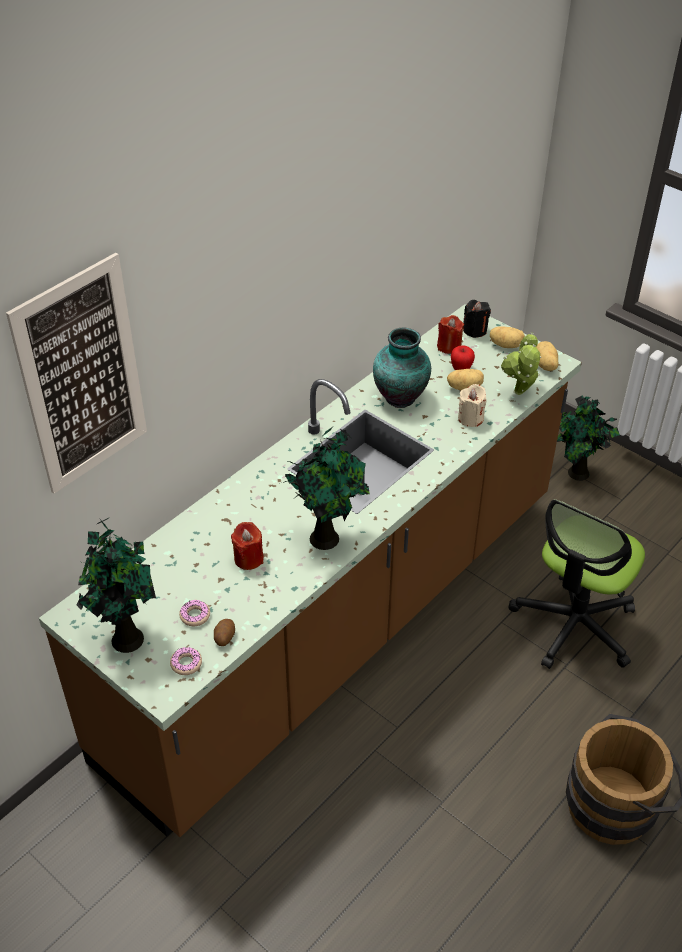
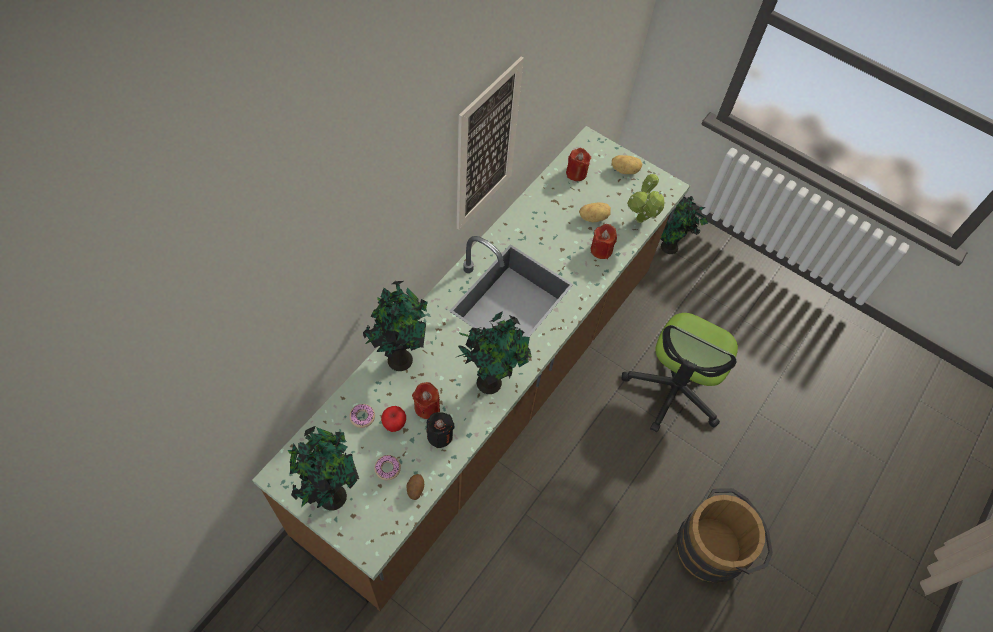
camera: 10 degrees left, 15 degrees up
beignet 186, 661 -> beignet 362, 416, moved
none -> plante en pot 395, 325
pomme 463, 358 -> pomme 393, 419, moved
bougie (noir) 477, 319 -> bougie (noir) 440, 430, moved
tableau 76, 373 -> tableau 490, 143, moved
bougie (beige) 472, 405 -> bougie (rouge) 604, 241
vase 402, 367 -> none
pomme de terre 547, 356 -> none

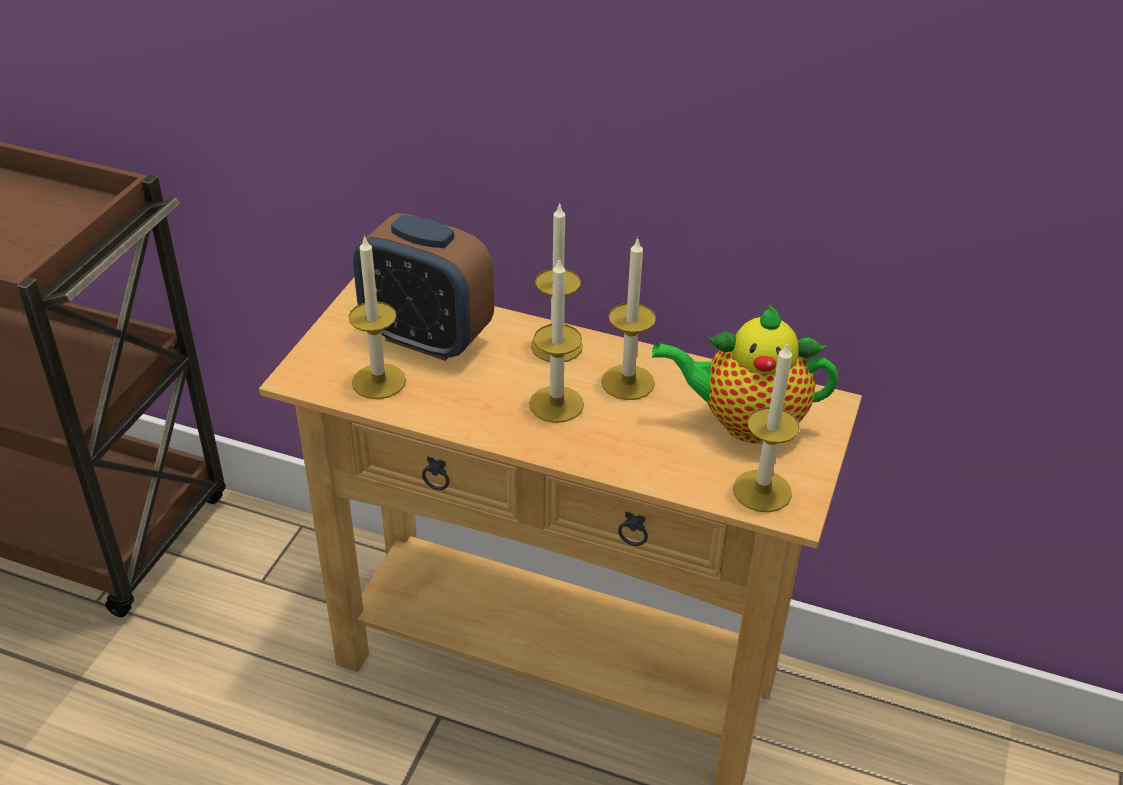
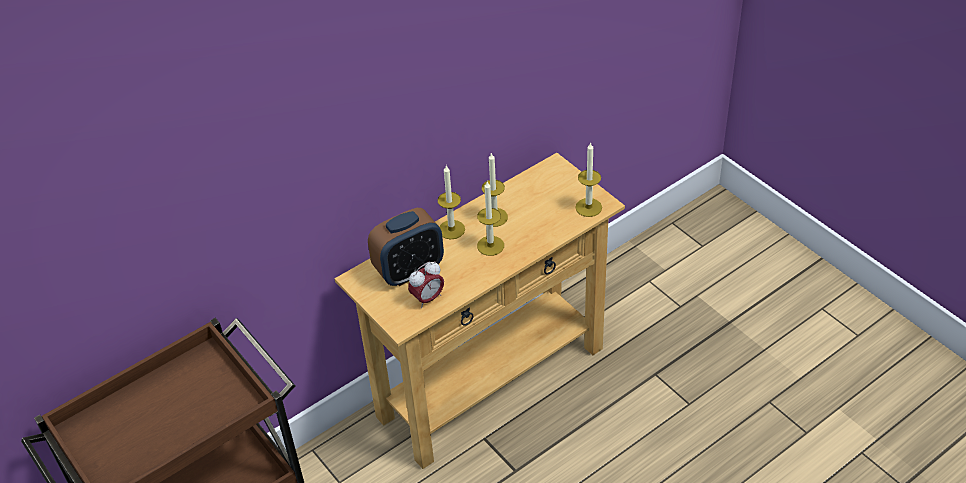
camera: 55 degrees left, 5 degrees up
bougie 377, 317 -> réveil 426, 284
théière 745, 373 -> none

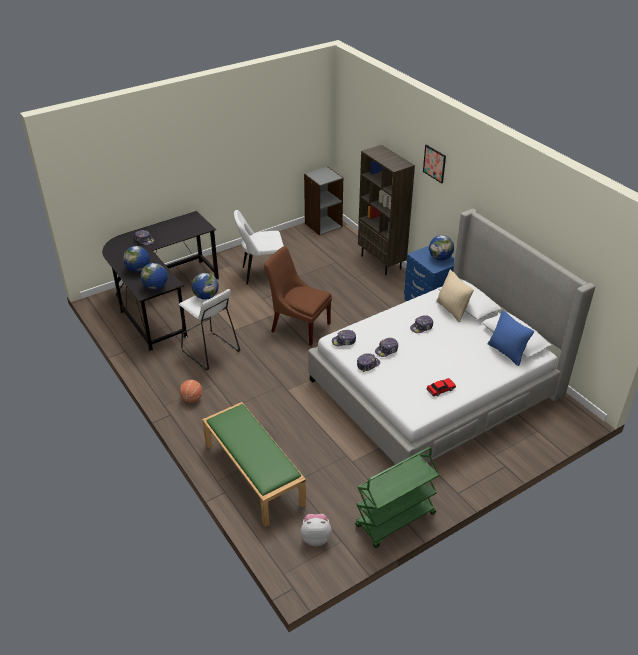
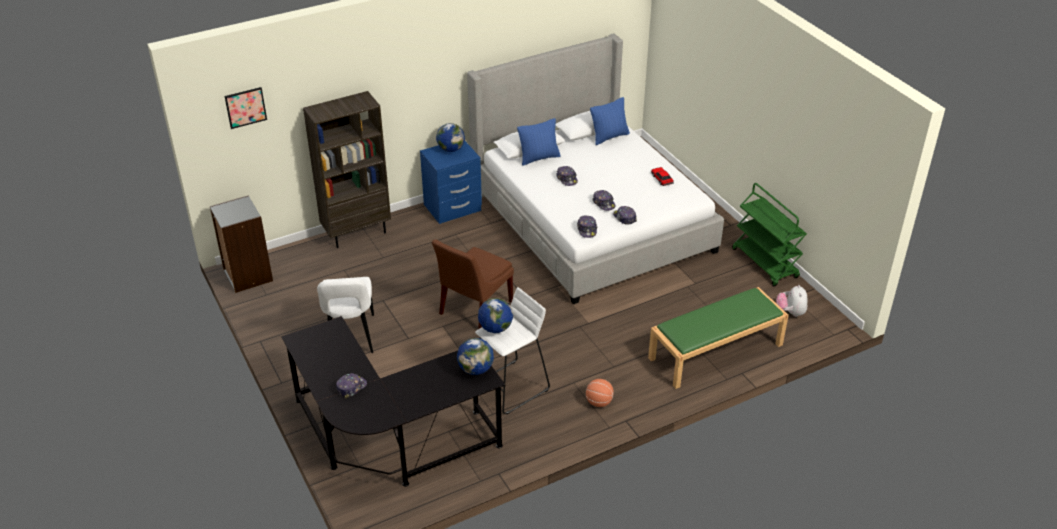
camera: 85 degrees left, 0 degrees up
tableau 434, 164 -> tableau 246, 108, moved
coussin (beige) 455, 296 -> coussin (bleu) 539, 142
globe 136, 259 -> none

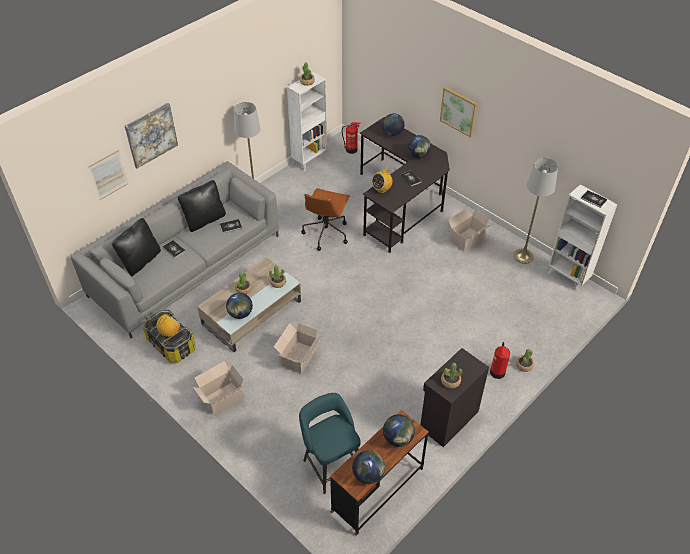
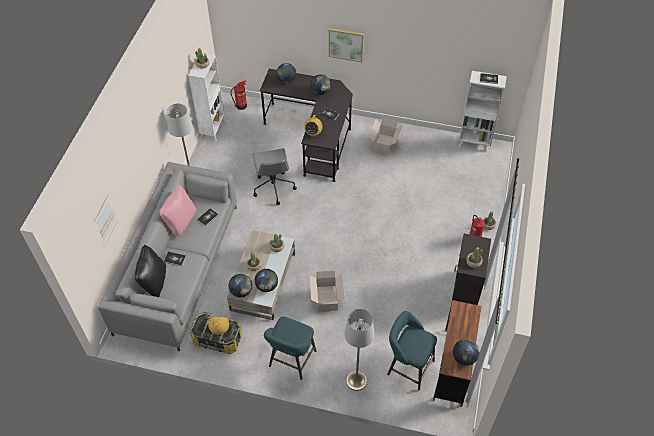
camera: 30 degrees left, 5 degrees up
coussin (noir) 202, 206 -> coussin (rose) 177, 211
globe 399, 430 -> globe 240, 286, moved
chaise de bureau (marron) 325, 219 -> chaise de bureau (gris) 274, 176
carton 218, 388 -> tabouret (turquoise) 290, 348
lampadaire (gris) 535, 211 -> lampadaire (gris) 359, 350, moved
tableau 151, 135 -> none

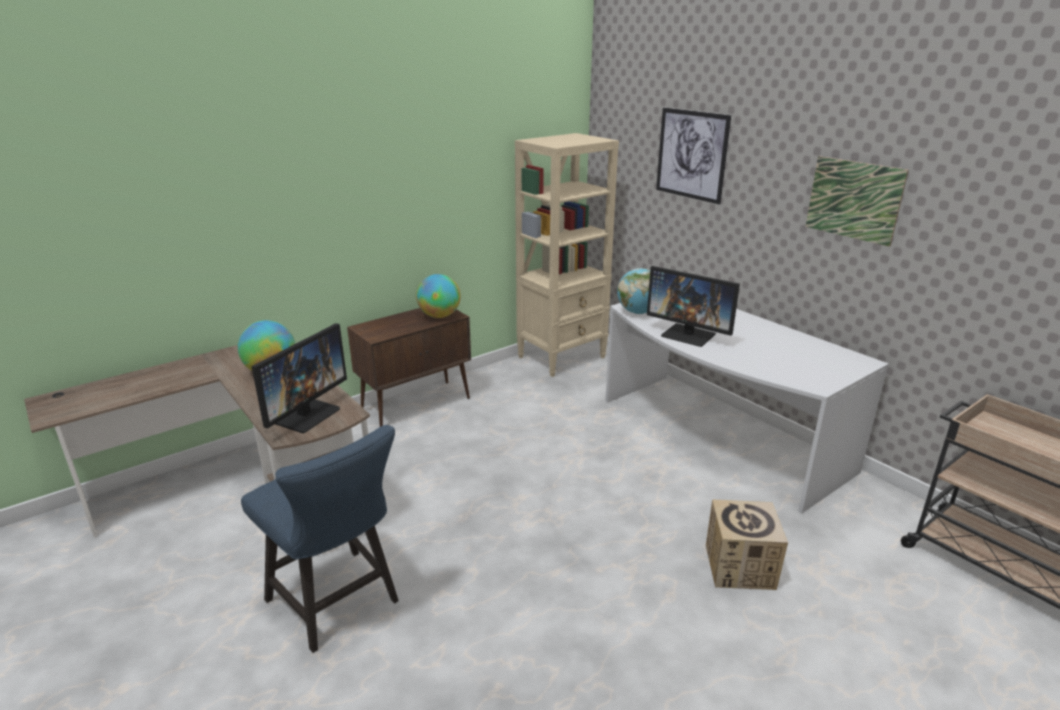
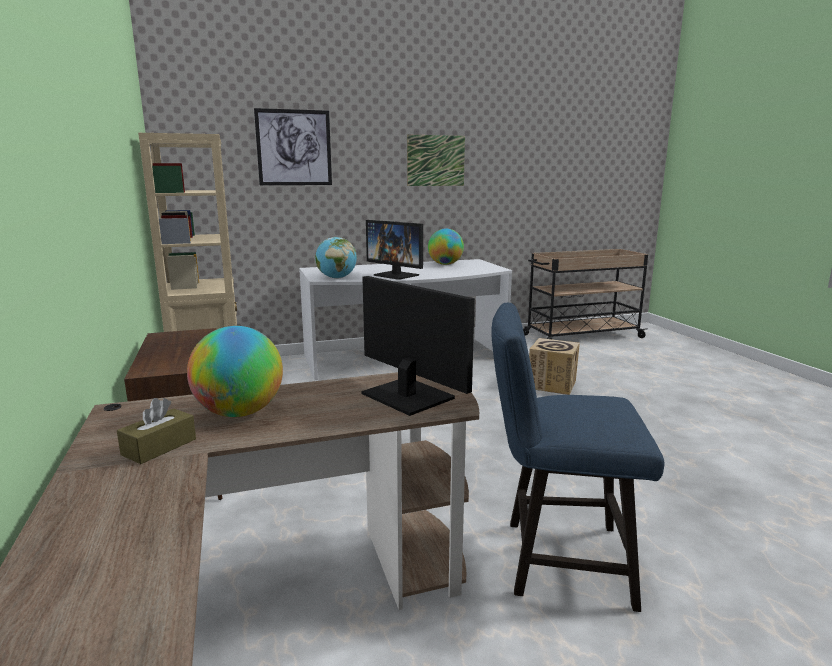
camera: 70 degrees left, 10 degrees down
none -> boîte à mouchoirs (marron) 156, 431
écran d'ordinateur 693, 306 -> écran d'ordinateur 394, 250, 75 degrees clockwise
globe 438, 296 -> globe 446, 247, moved
chaise (bleu) 320, 539 -> chaise (bleu) 578, 457, 150 degrees counterclockwise

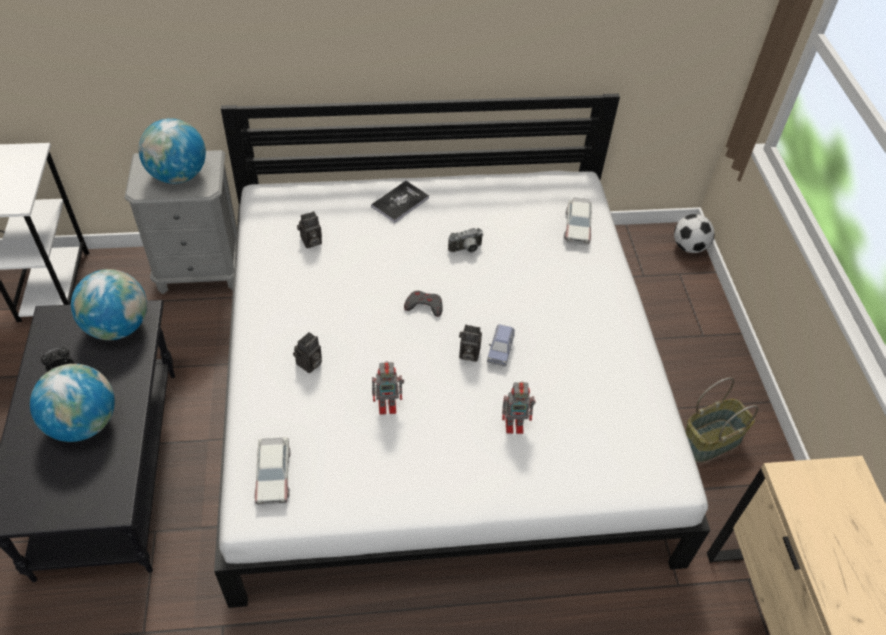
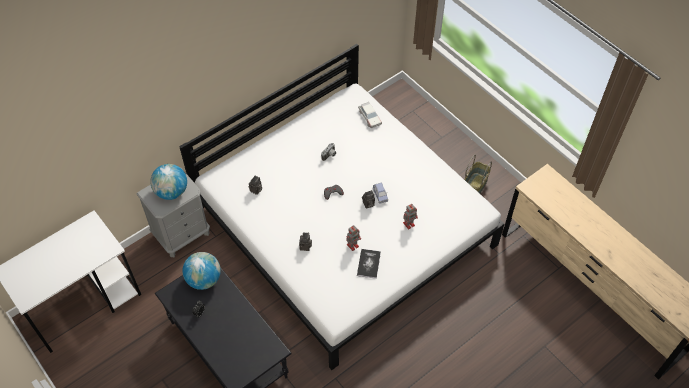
camera: 30 degrees left, 5 degrees up
livre 400, 202 -> livre 369, 264, moved
globe 72, 403 -> none
petite voiture 272, 471 -> none
ballon de foot 694, 233 -> none

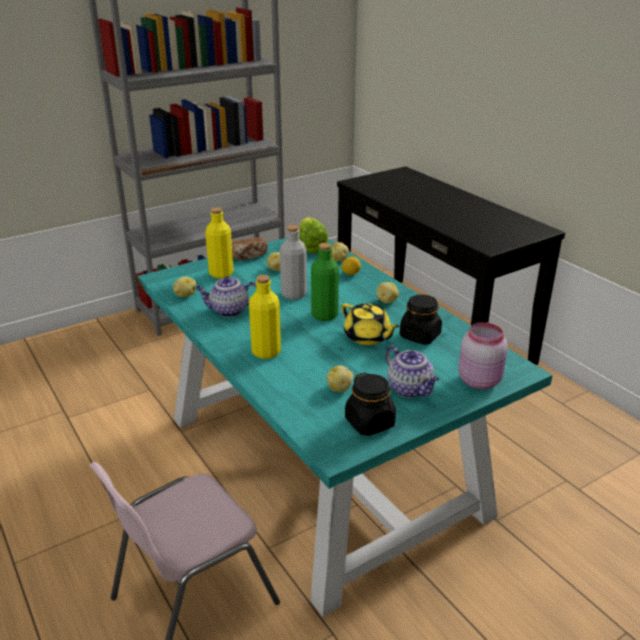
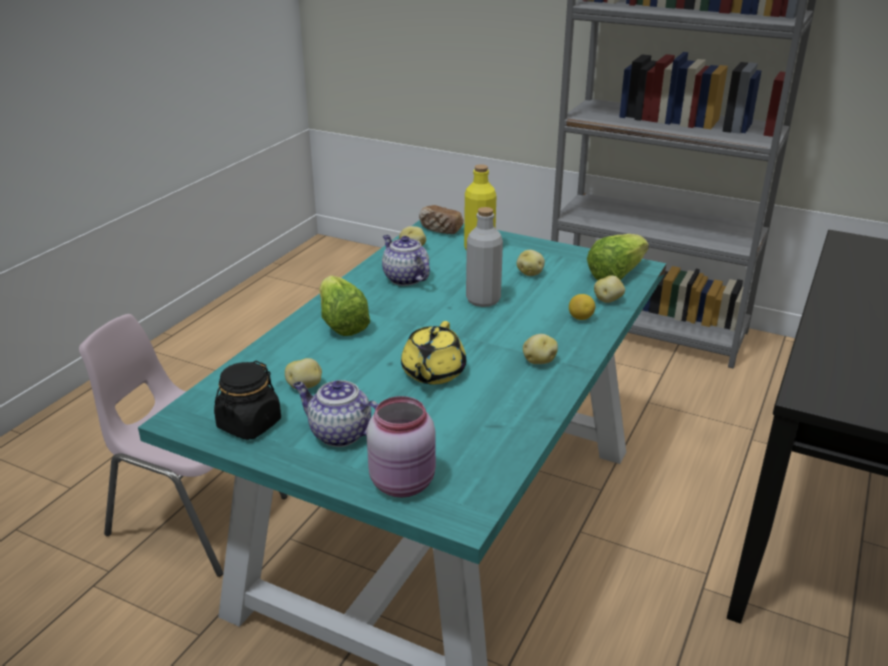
camera: 60 degrees right, 0 degrees up
théière 412, 371 -> théière 336, 413, 90 degrees clockwise
bouteille (jaune) 265, 317 -> laitue 344, 305
pain 250, 248 -> pain 441, 219, moved
bouteille (vert) 325, 282 -> none
bocal (noir) 421, 320 -> none

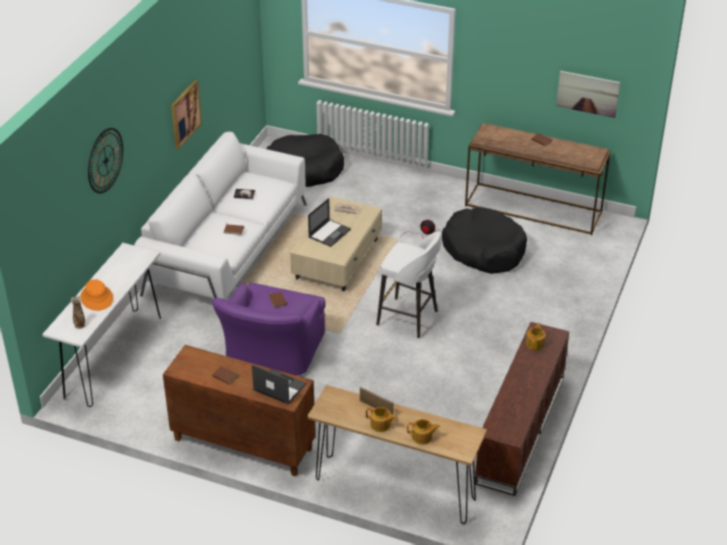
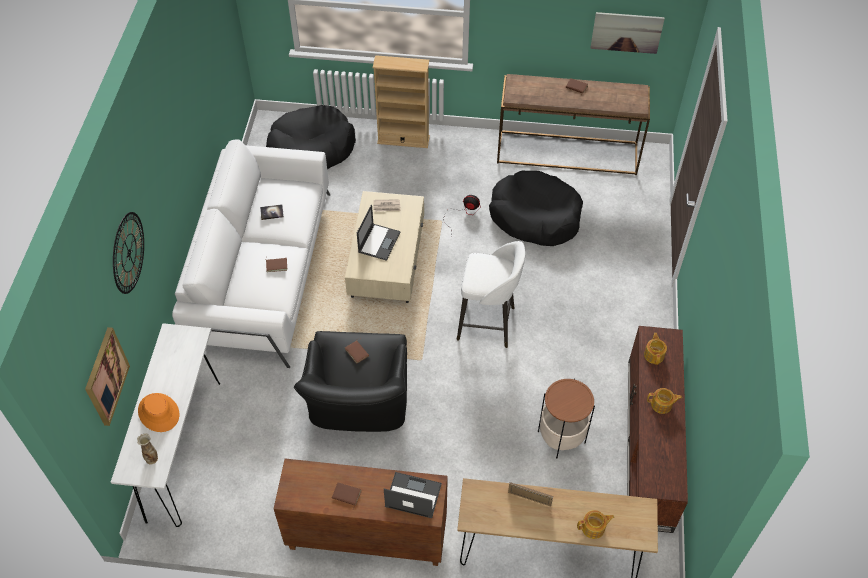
camera: 15 degrees left, 15 degrees up
tableau 186, 114 -> tableau 107, 376, moved
fauteuil (violet) 268, 329 -> fauteuil (noir) 350, 381
none -> bibliothèque (beige) 401, 101
none -> table d'appoint 566, 418
théière 381, 419 -> théière 664, 401, moved

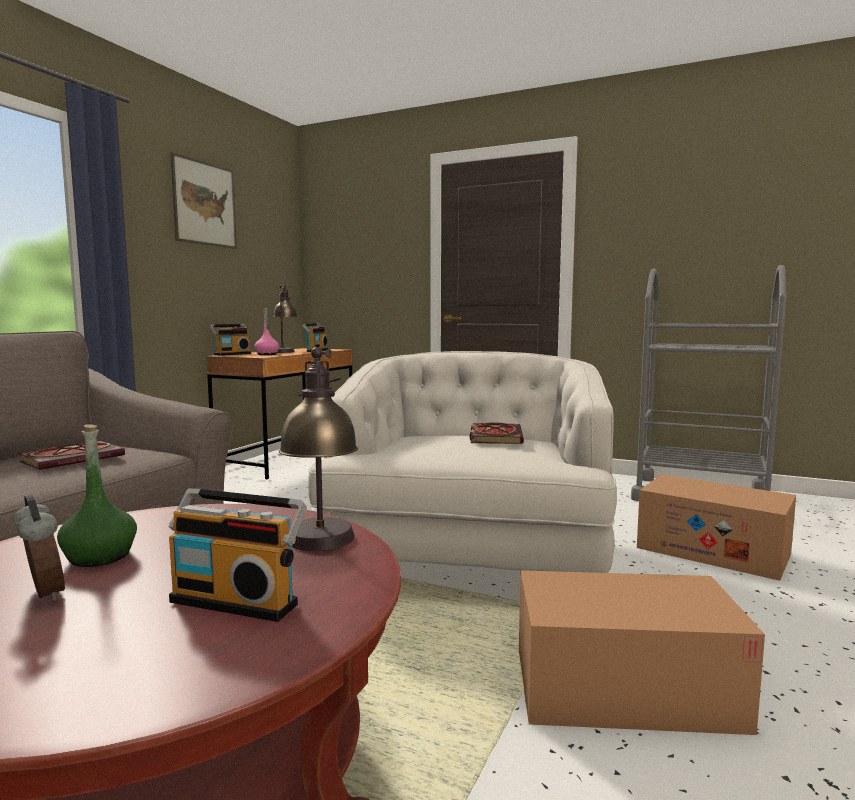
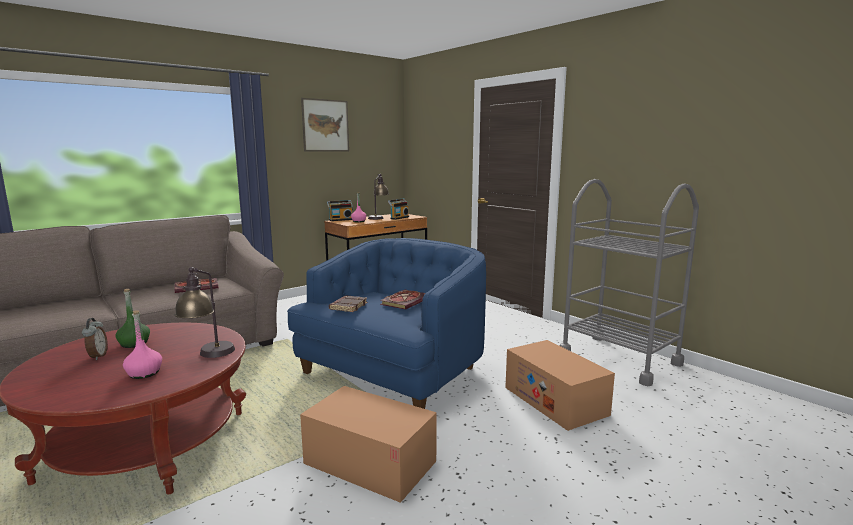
camera: 25 degrees right, 5 degrees up
radio 238, 555 -> bouteille (rose) 142, 344
fauteuil (blanc) 462, 462 -> fauteuil (bleu) 386, 323
none -> livre (marron) 348, 304

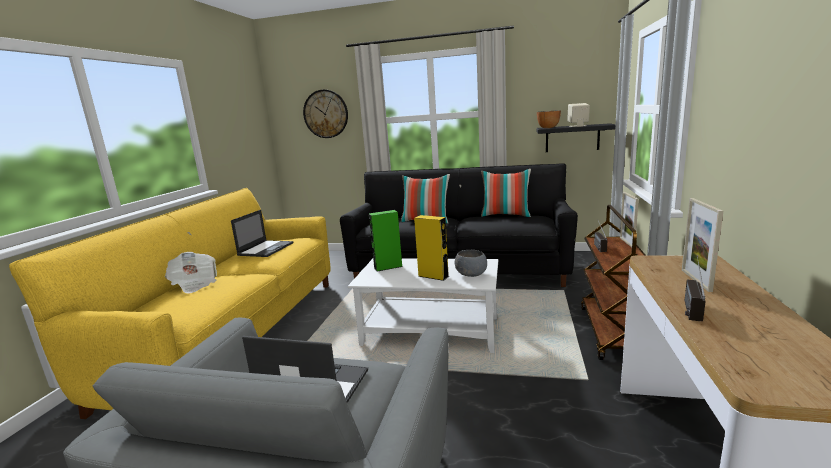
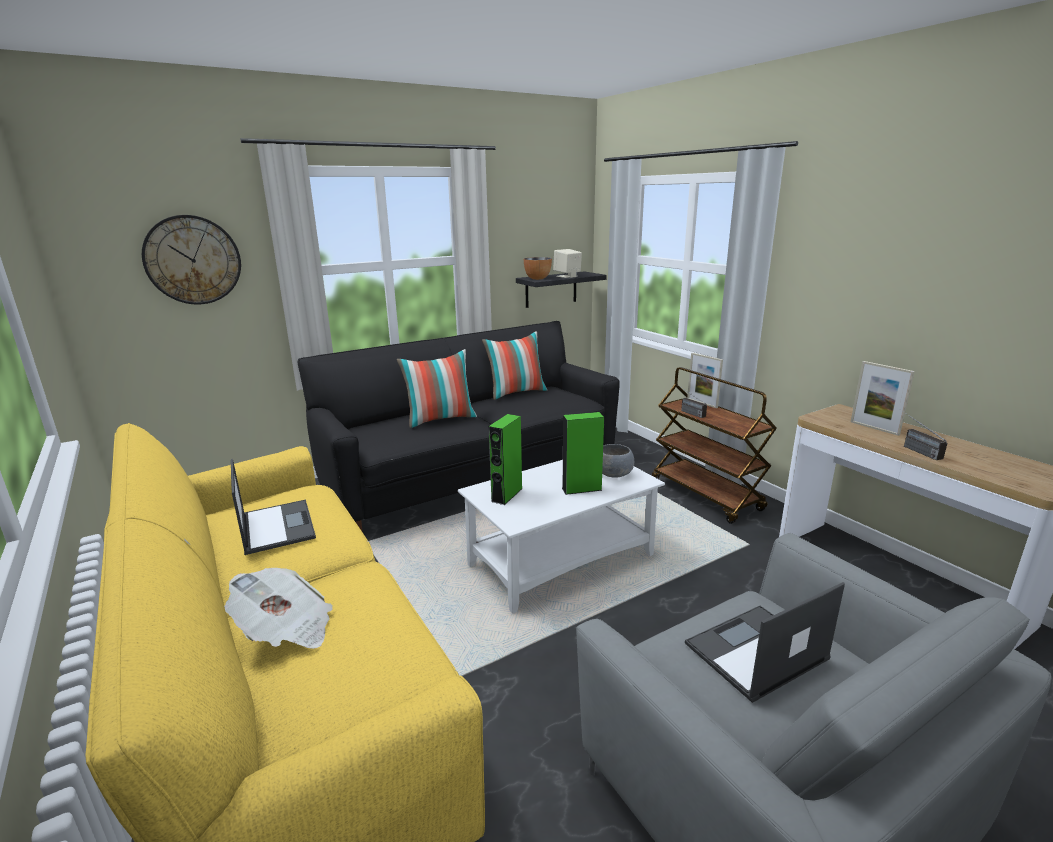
camera: 45 degrees left, 5 degrees up
enceinte (jaune) 431, 248 -> enceinte (vert) 583, 453

